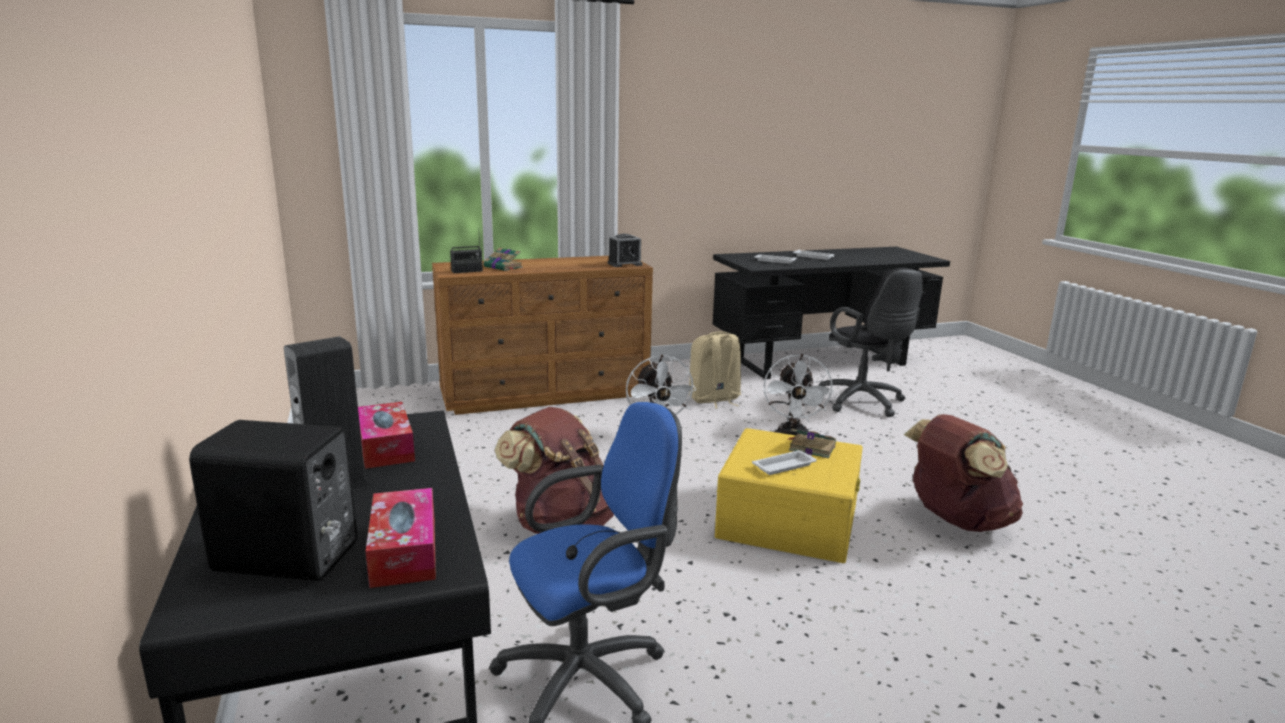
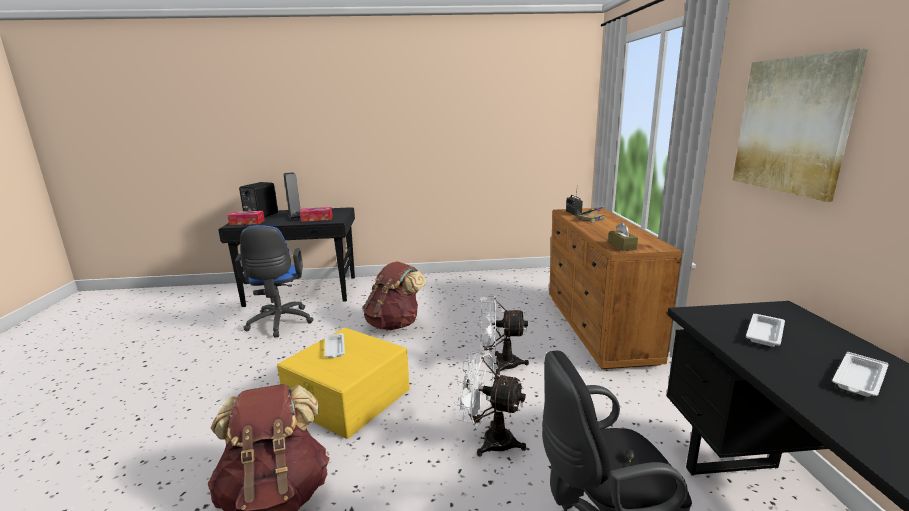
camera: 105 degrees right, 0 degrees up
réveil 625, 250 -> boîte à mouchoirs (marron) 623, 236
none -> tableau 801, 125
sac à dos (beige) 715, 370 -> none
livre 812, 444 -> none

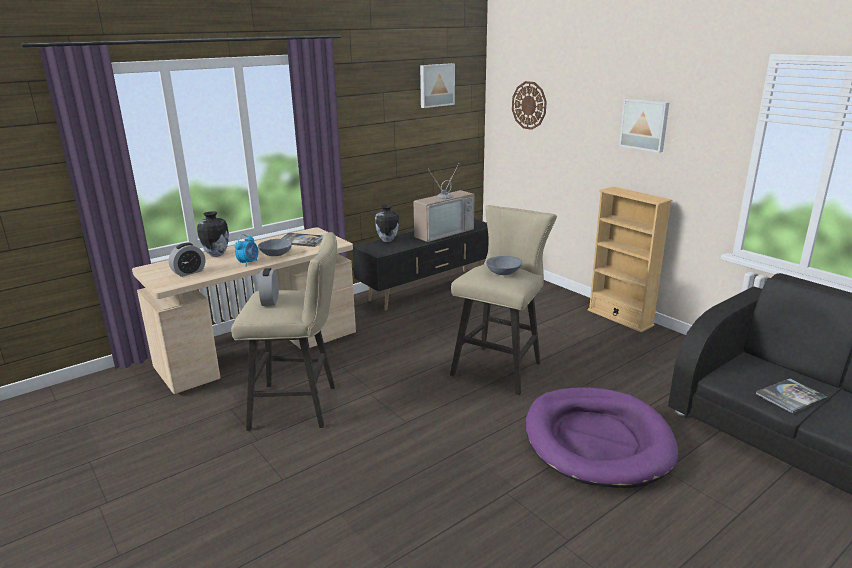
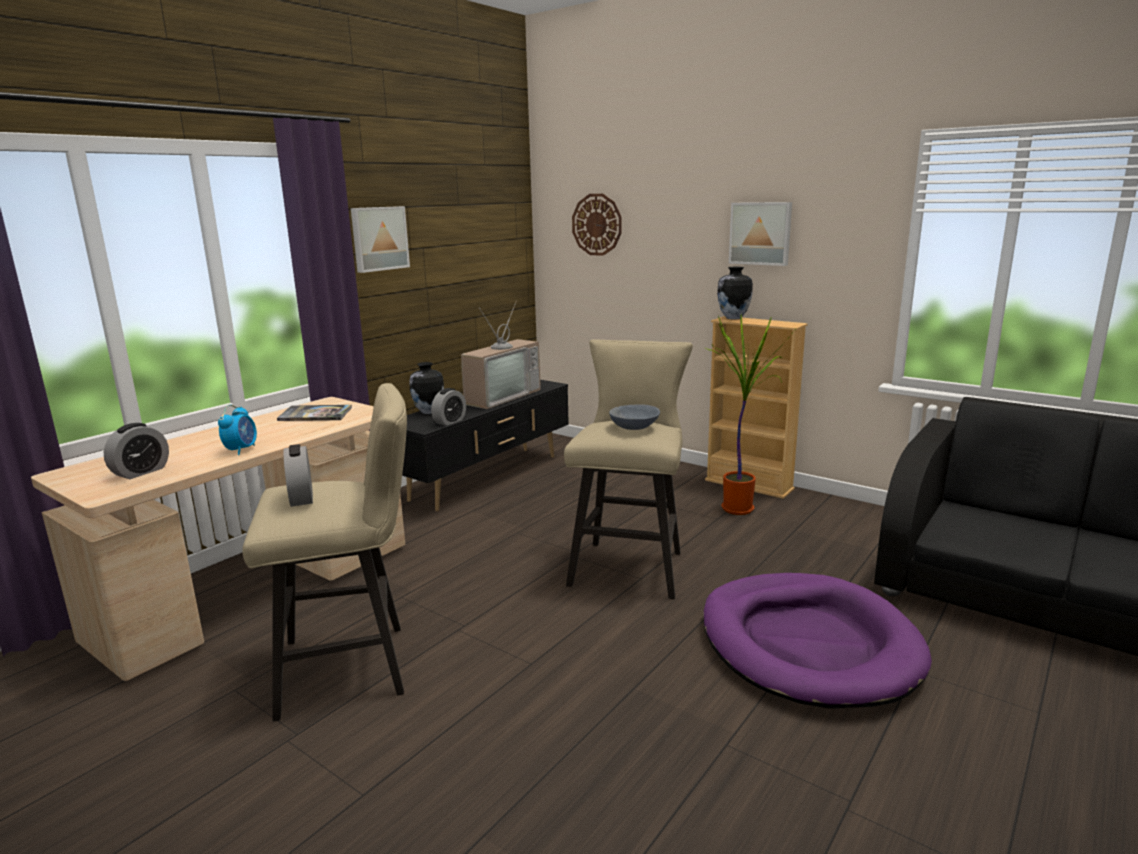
camera: 15 degrees left, 5 degrees down
tableau 437, 85 -> tableau 380, 239, moved
none -> réveil 448, 407
none -> plante en pot 750, 415
vase 213, 234 -> vase 735, 293, moved
bol (gris) 275, 247 -> none
livre 792, 396 -> none

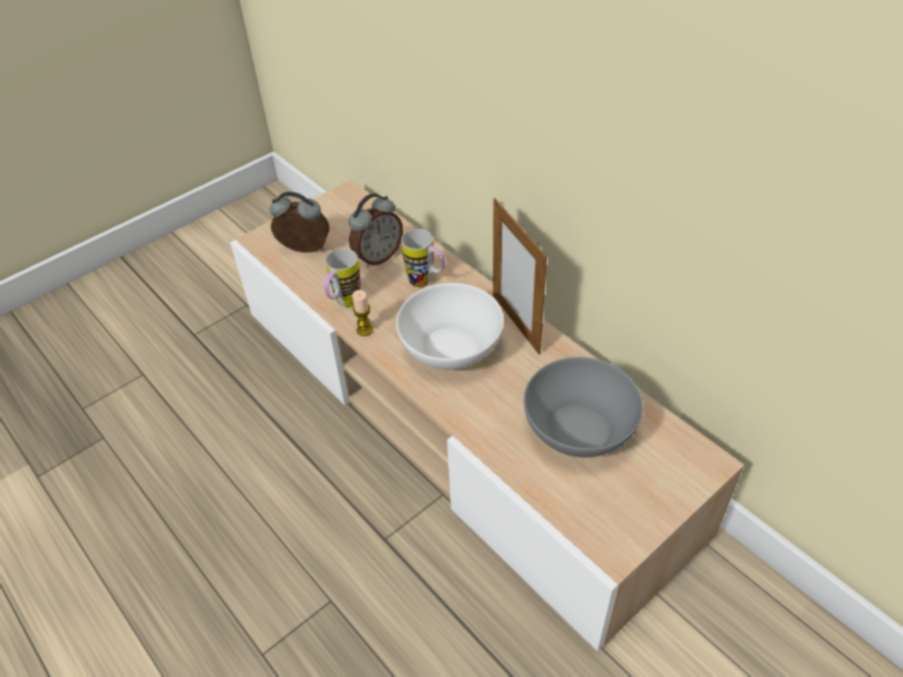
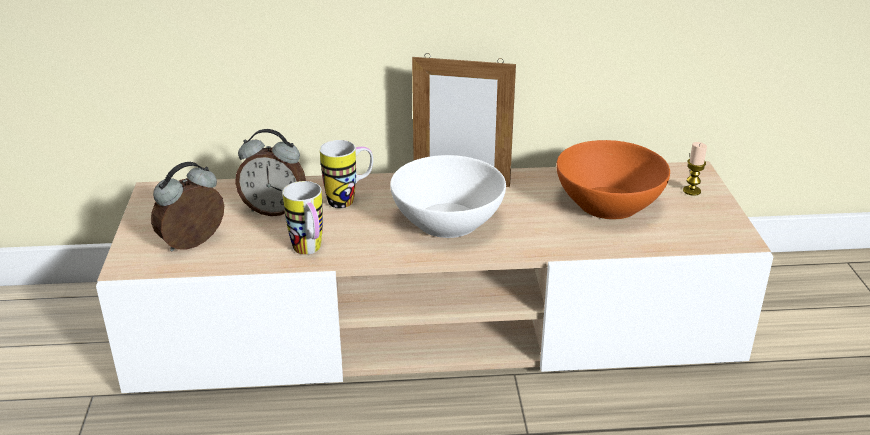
camera: 55 degrees left, 15 degrees down
réveil 376, 230 -> réveil 270, 172, 105 degrees clockwise
bol (gris) 583, 407 -> bol (orange) 613, 179
bougie 362, 313 -> bougie 695, 169, moved

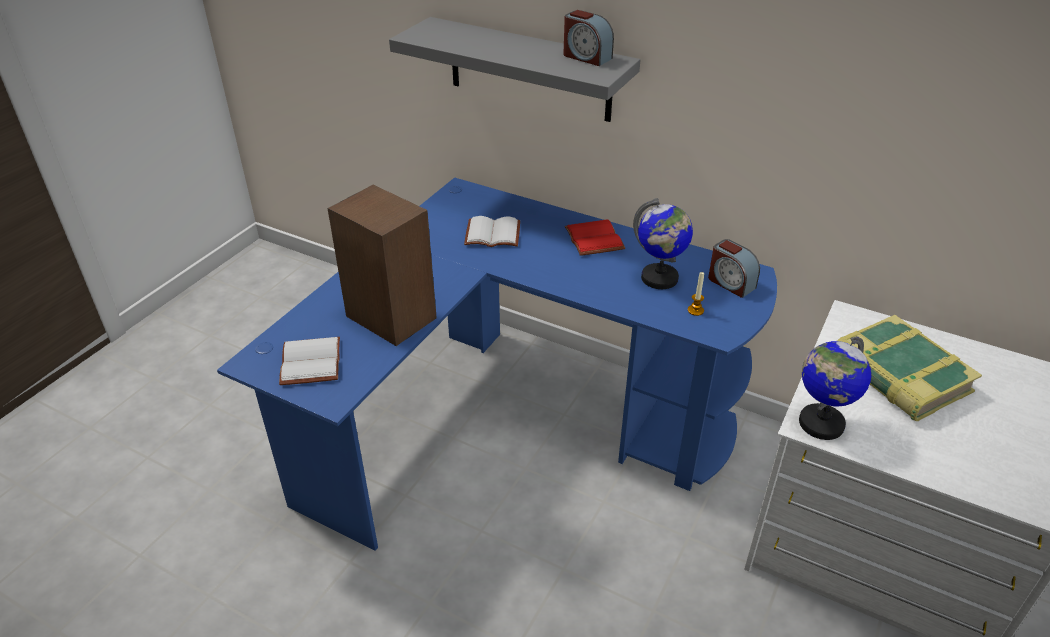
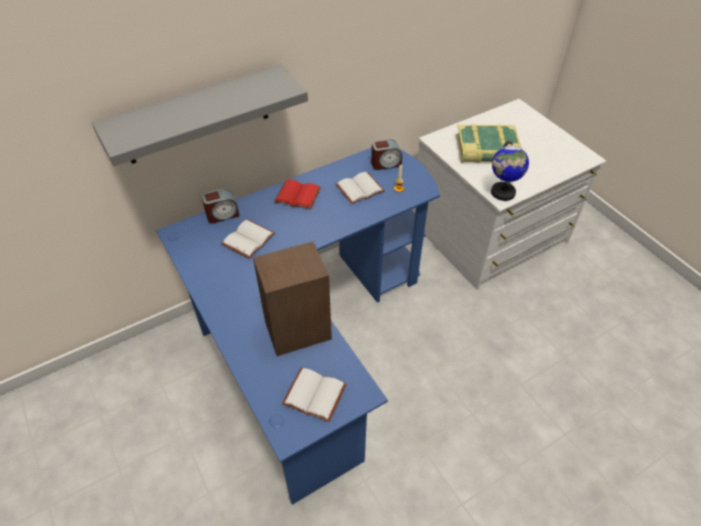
camera: 60 degrees left, 10 degrees up
réveil 589, 38 -> réveil 220, 206, moved
globe 663, 243 -> livre (blanc) 360, 188

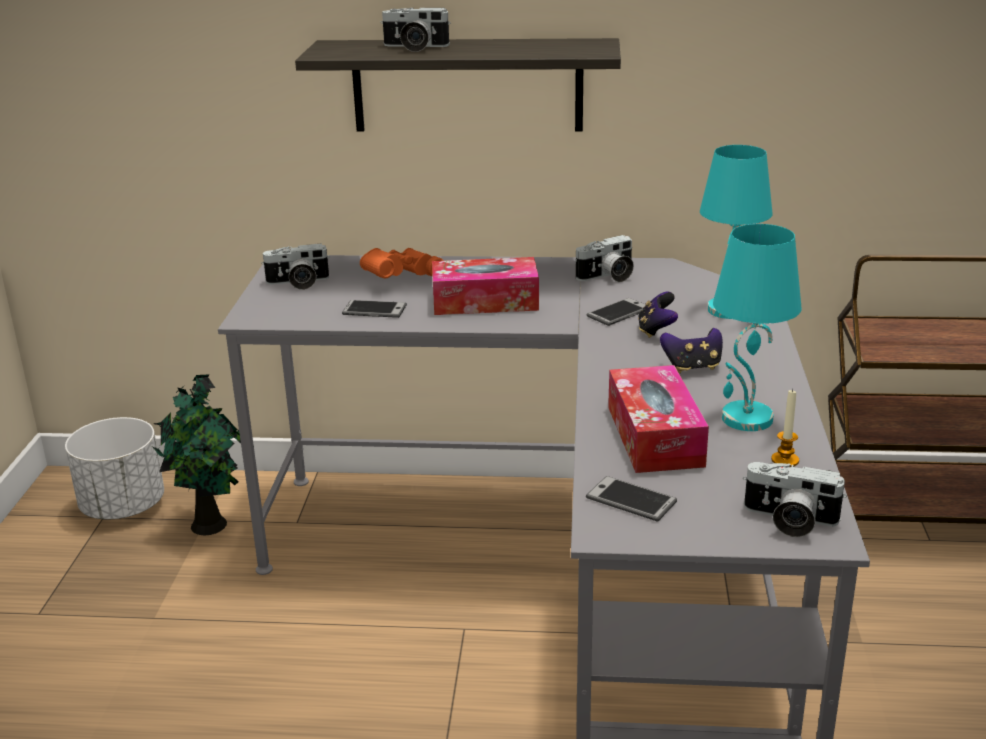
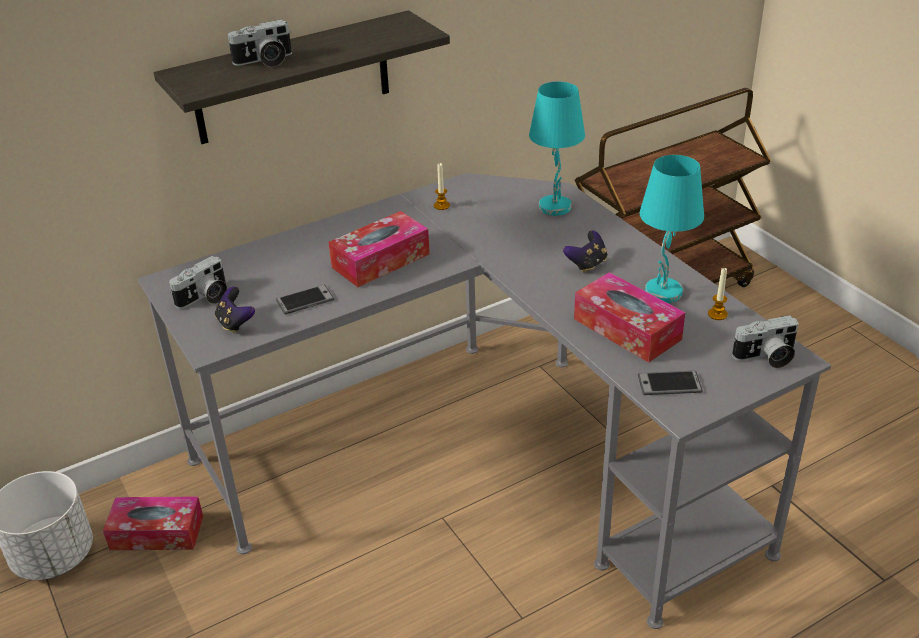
camera: 35 degrees left, 10 degrees up
plante en pot 197, 454 -> boîte à mouchoirs 153, 523
manette 658, 315 -> manette 235, 310, moved
appareil photo 604, 258 -> bougie 442, 186
jumelles (orange) 402, 263 -> none
téléphone 616, 312 -> none

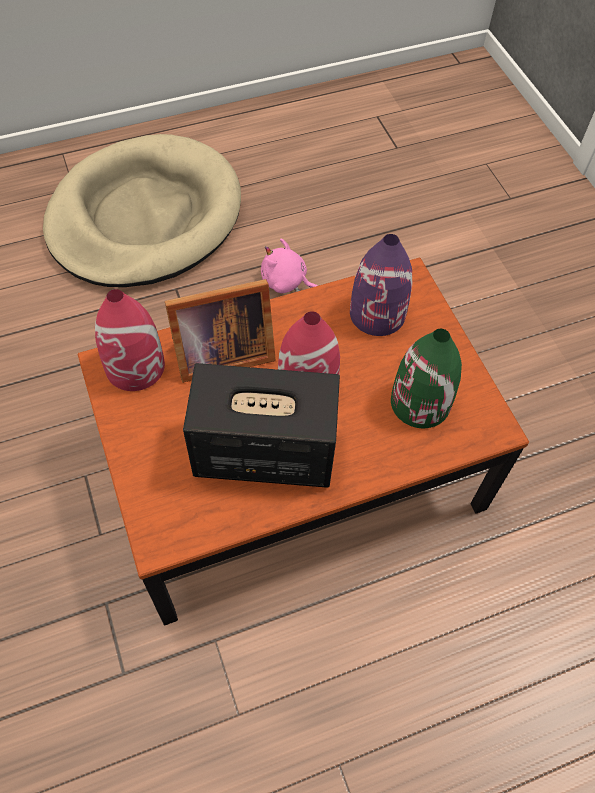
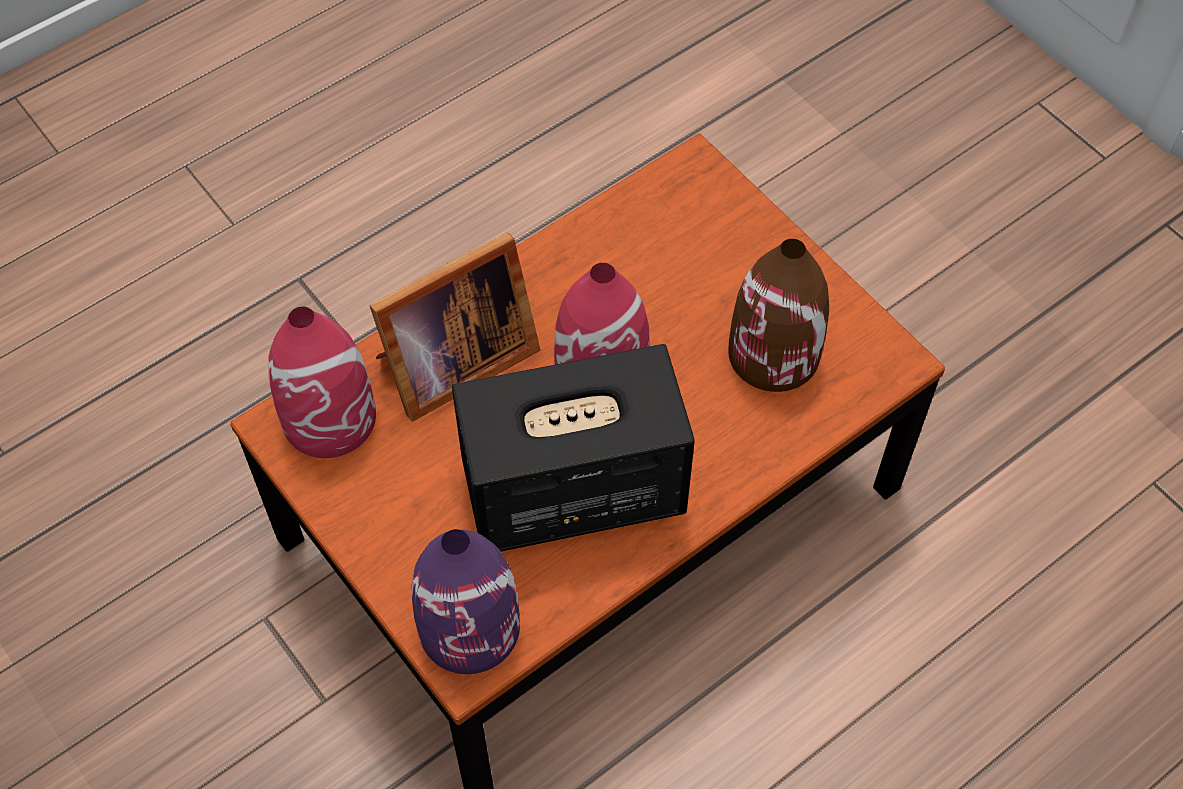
camera: 15 degrees left, 0 degrees up
vase (violet) 381, 285 -> vase (violet) 465, 601, moved
vase (vert) 426, 378 -> vase (marron) 778, 315
panier pour chien (beige) 142, 210 -> none
peluche (rose) 289, 266 -> none

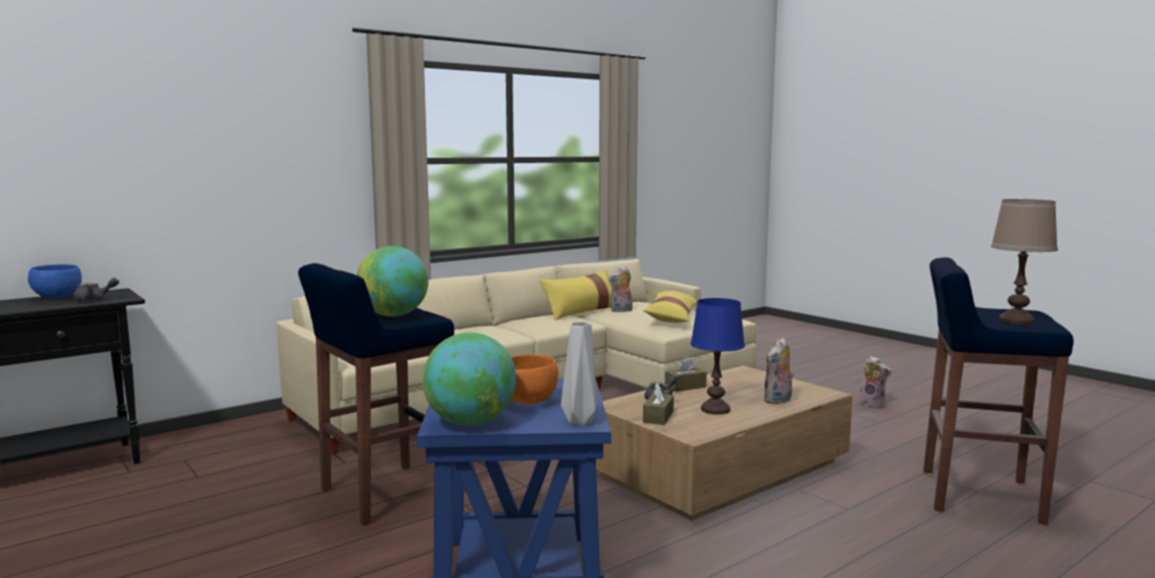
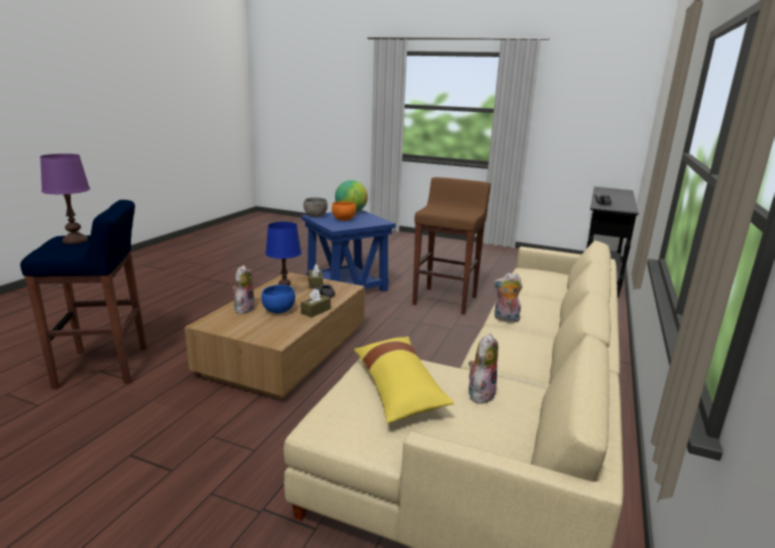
camera: 150 degrees right, 10 degrees up
lampe de table (marron) 1024, 261 -> lampe de table (violet) 65, 199
bol (bleu) 55, 281 -> bol (bleu) 278, 299, moved
vase (gris) 579, 374 -> bol (gris) 316, 207
tabouret (bleu) 376, 394 -> tabouret (marron) 451, 245
peluche 875, 382 -> peluche 508, 298, moved
globe 392, 281 -> none
coussin (jaune) 576, 294 -> none

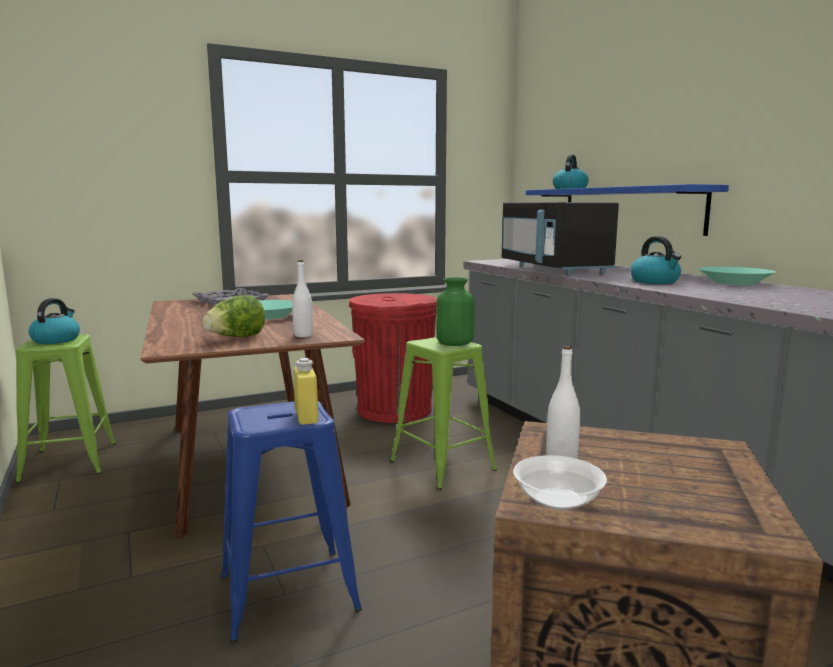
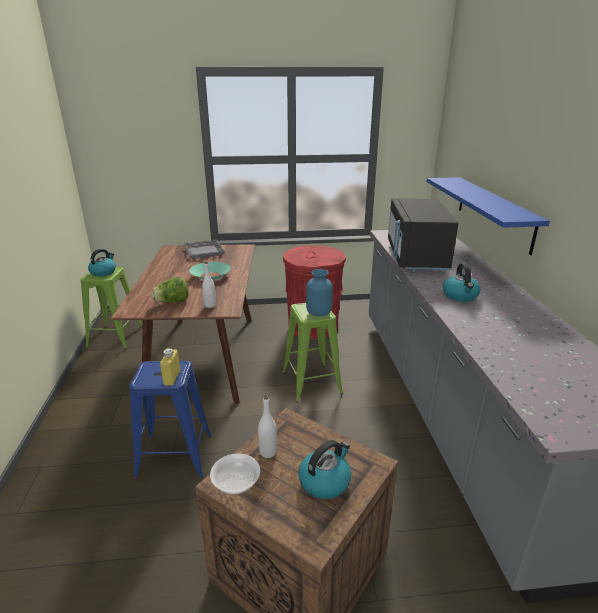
camera: 20 degrees right, 15 degrees up
bouilloire 571, 172 -> bouilloire 324, 469, moved
vase (vert) 455, 312 -> vase (bleu) 319, 292
bol (turquoise) 736, 276 -> none

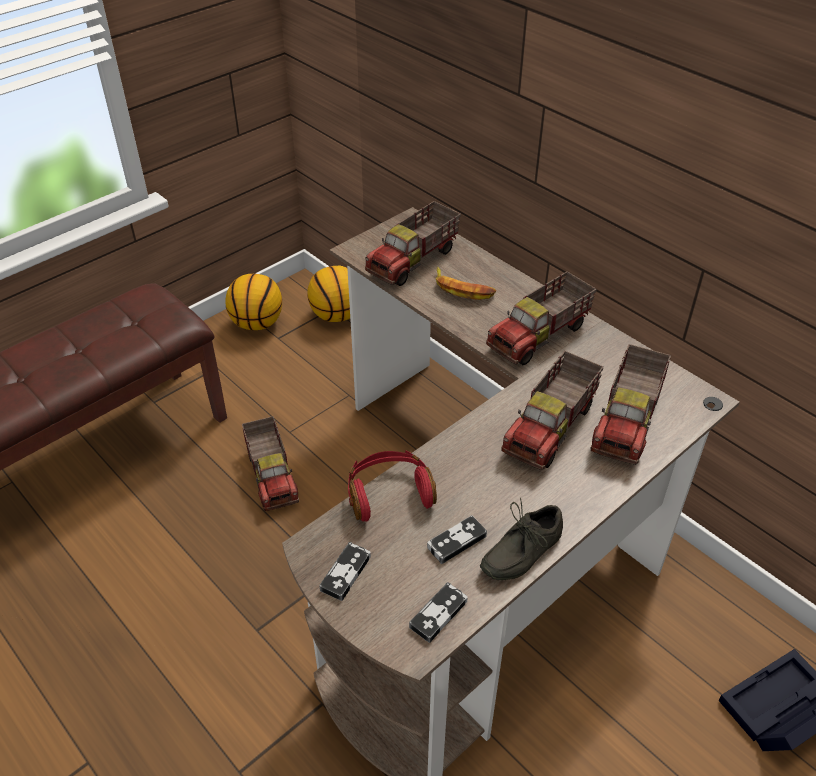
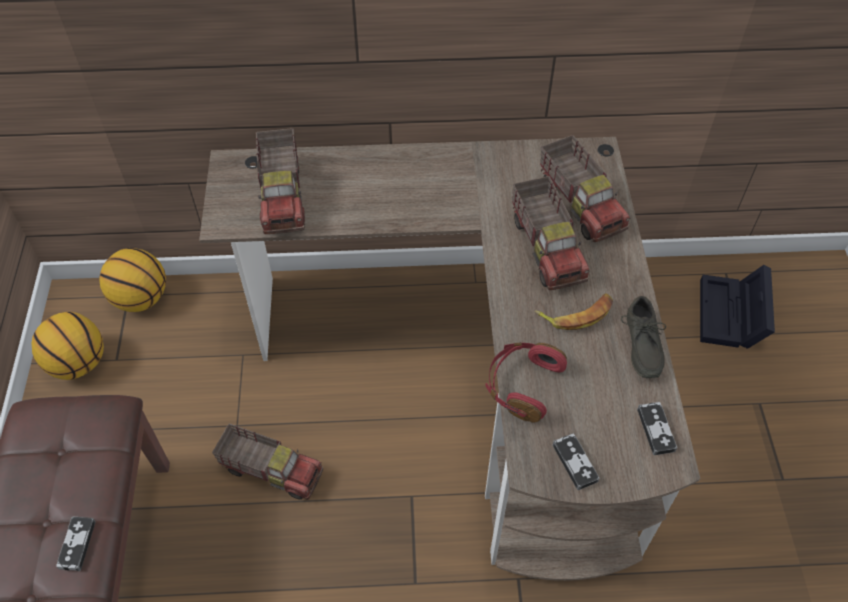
camera: 50 degrees left, 10 degrees up
manette 457, 539 -> manette 76, 544, moved
banane 466, 283 -> banane 574, 311, moved
camion jouet 541, 318 -> none

